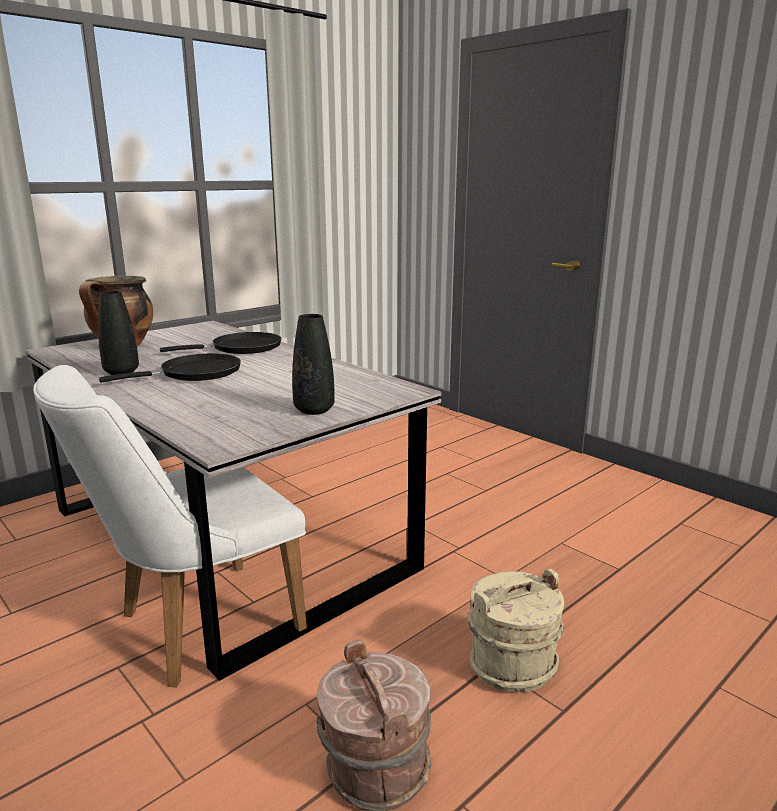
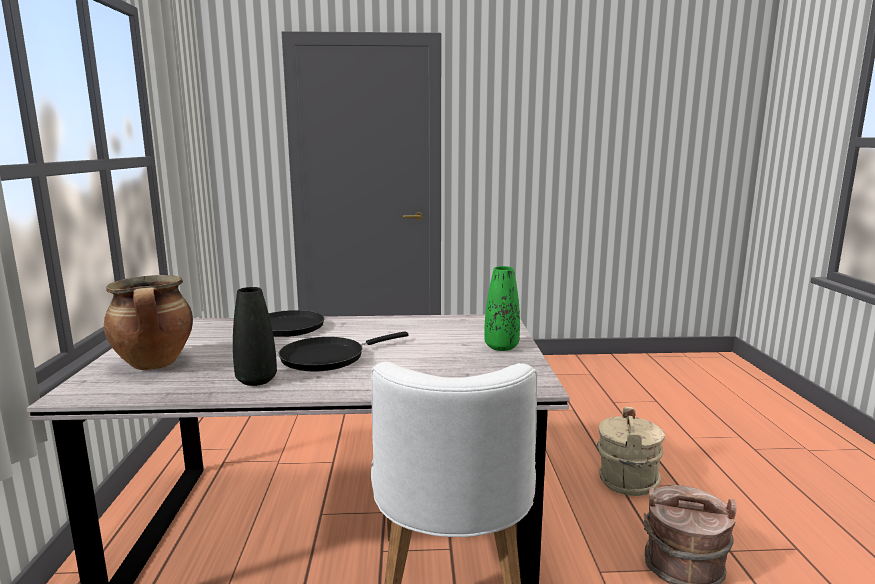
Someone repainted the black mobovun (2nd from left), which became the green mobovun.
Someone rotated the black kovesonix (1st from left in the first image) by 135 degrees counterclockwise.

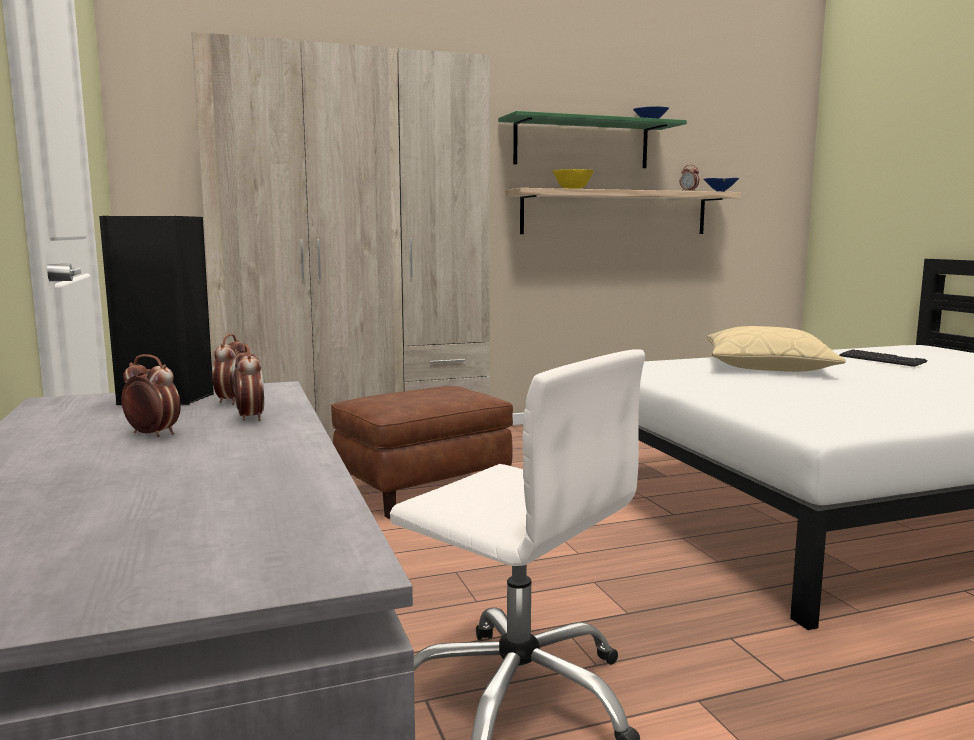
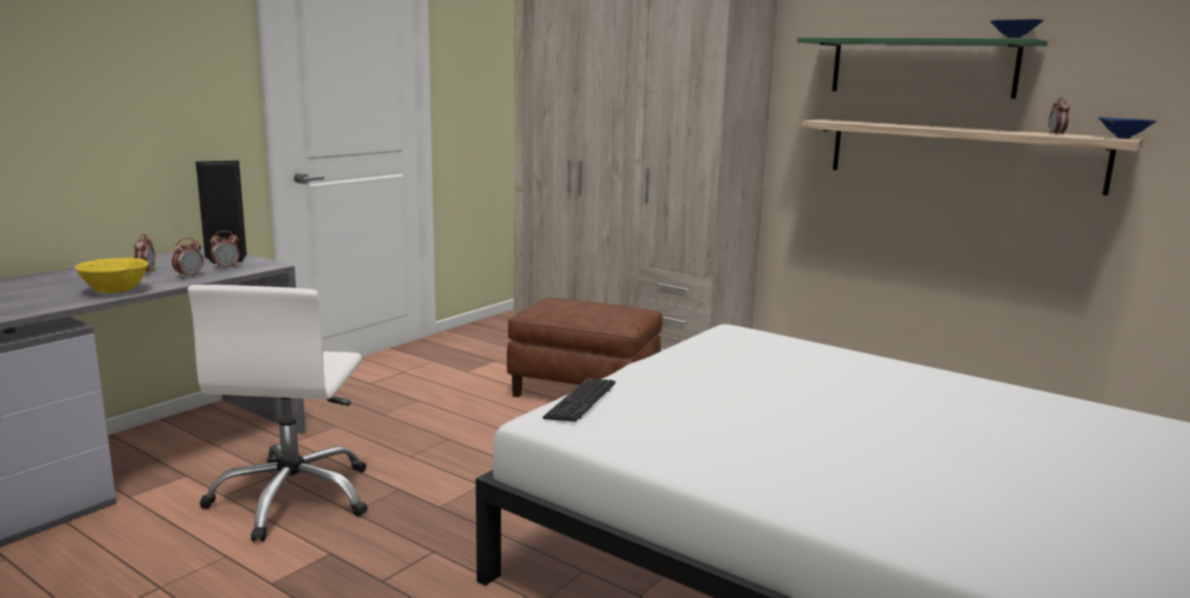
Someone carried the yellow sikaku.
Someone took away the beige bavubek.
Someone carried the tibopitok.

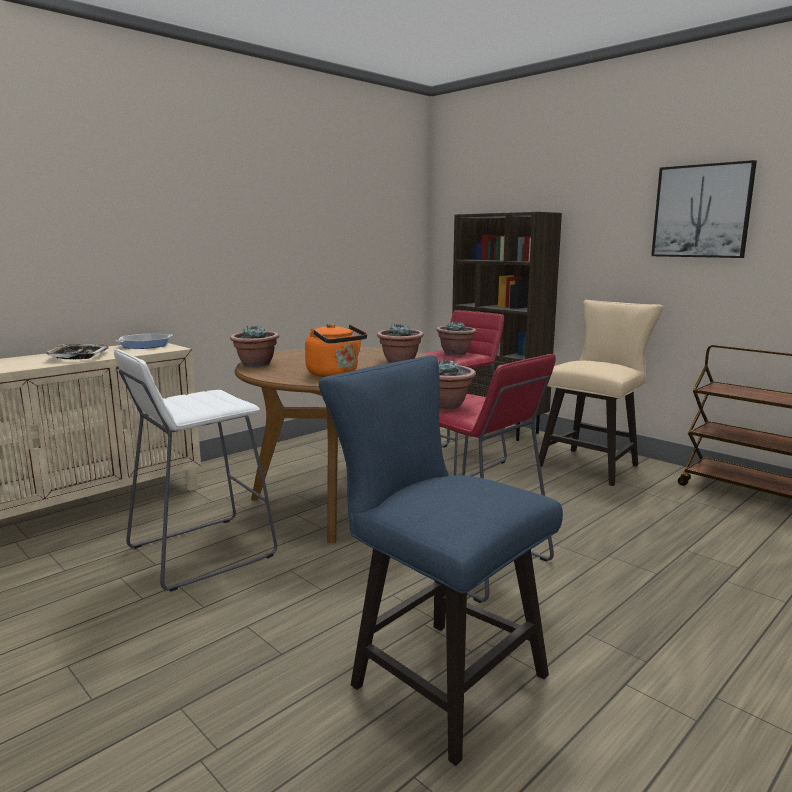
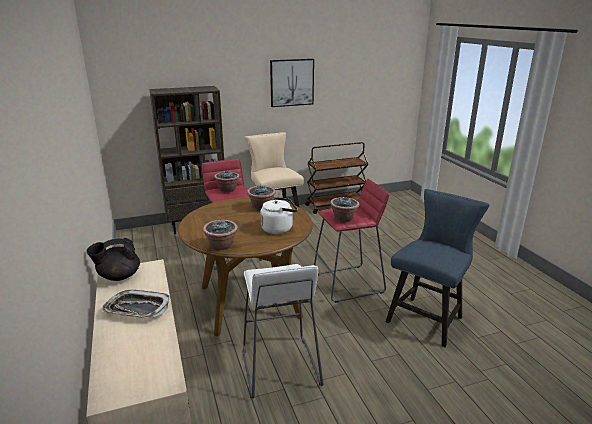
Someone repainted the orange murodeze, which became the white murodeze.
Someone swapped the kovesonix for the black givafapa.
Someone rotated the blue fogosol by 150 degrees clockwise.

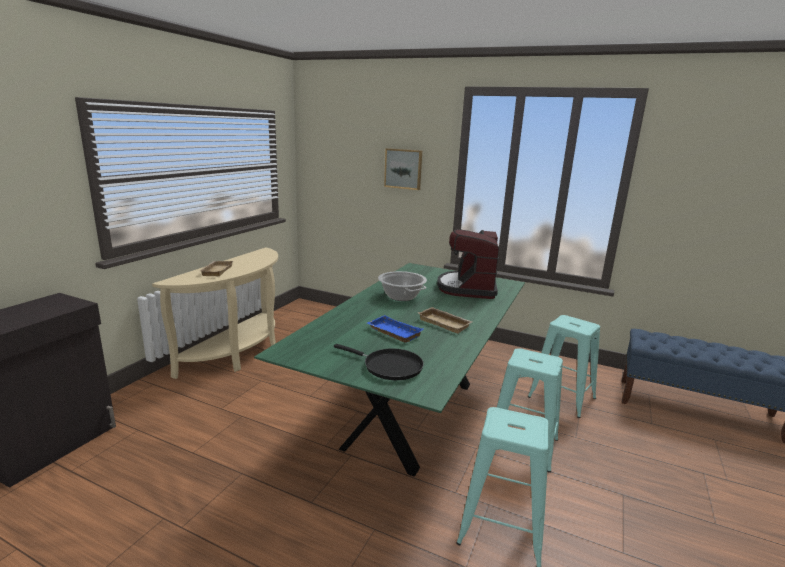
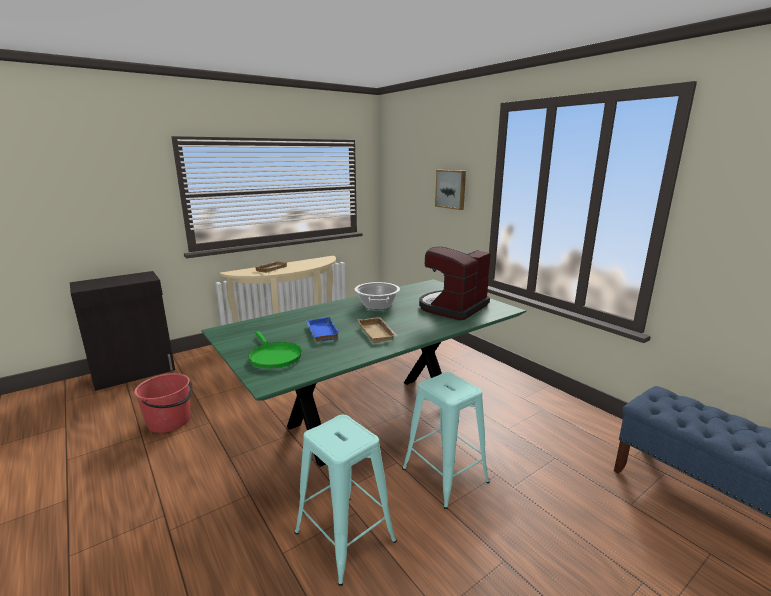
Someone took away the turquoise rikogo (3rd from left).
Someone repainted the black kovesonix, which became the green kovesonix.
Someone put down the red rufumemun.

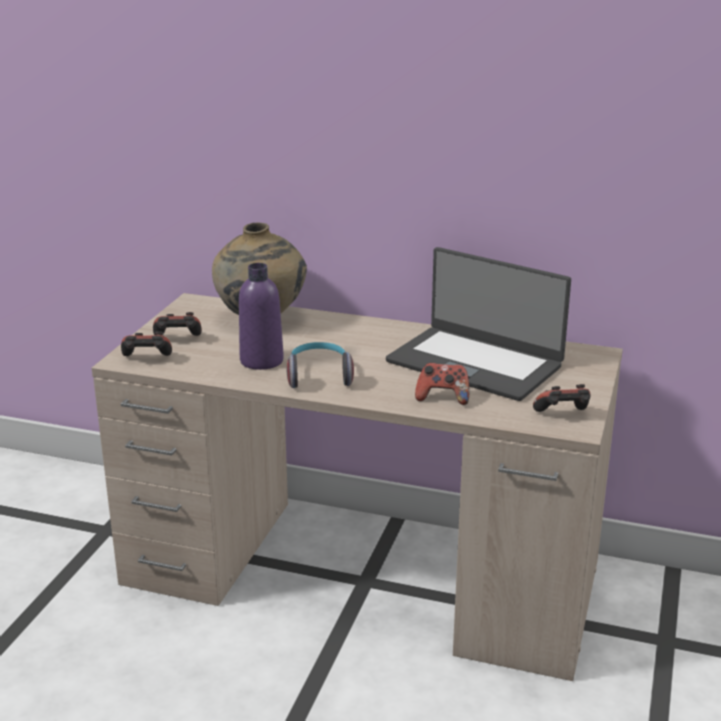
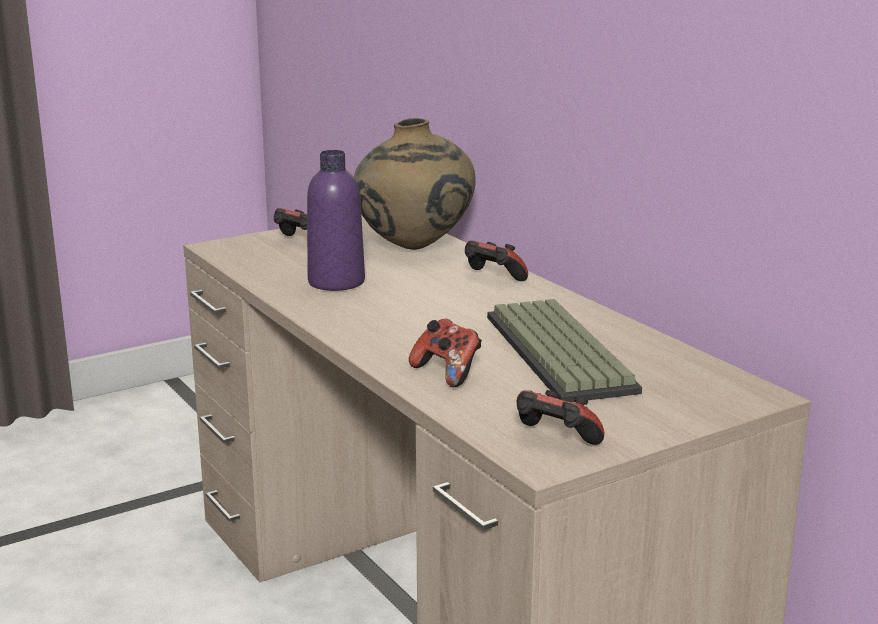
Someone swapped the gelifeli for the tibopitok.
Someone carried the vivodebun (1st from left in the first image).
Someone took away the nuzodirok.

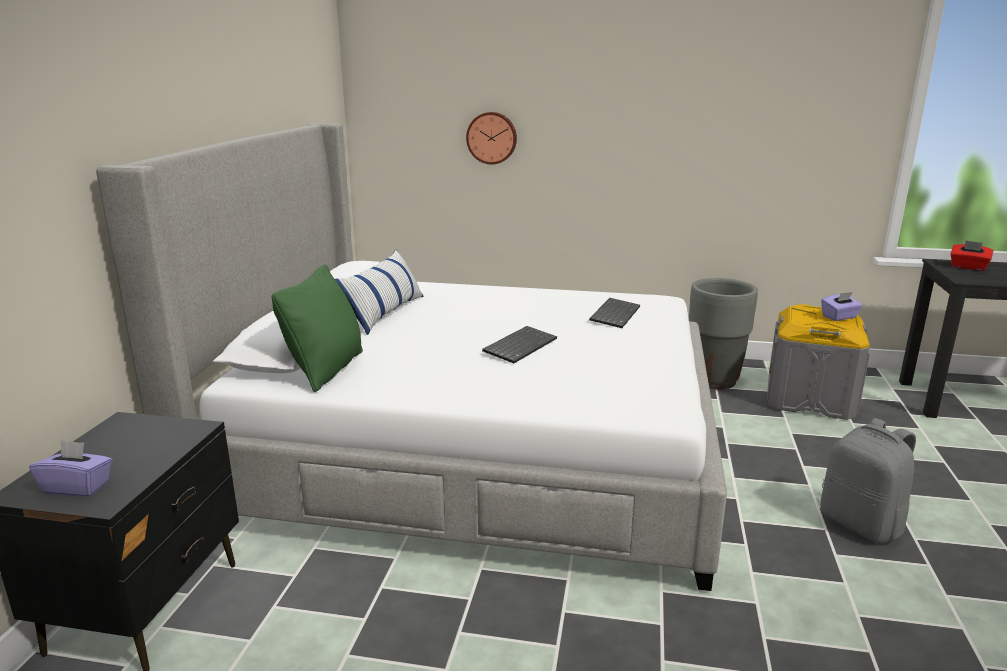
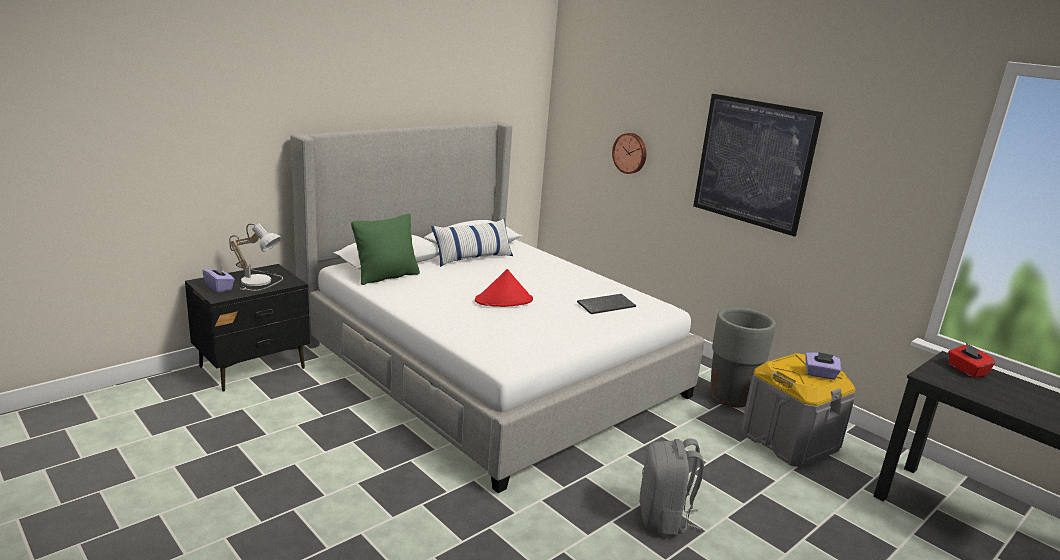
Someone swapped the tibopitok (1st from left) for the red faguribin.
Someone put up the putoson.
Someone put down the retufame.

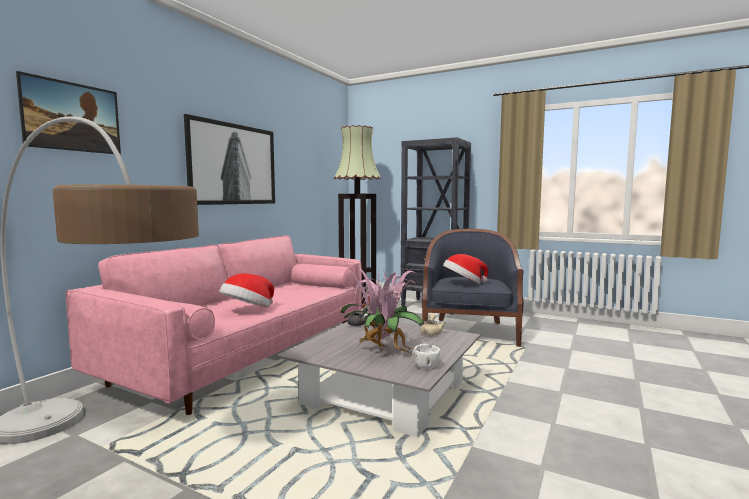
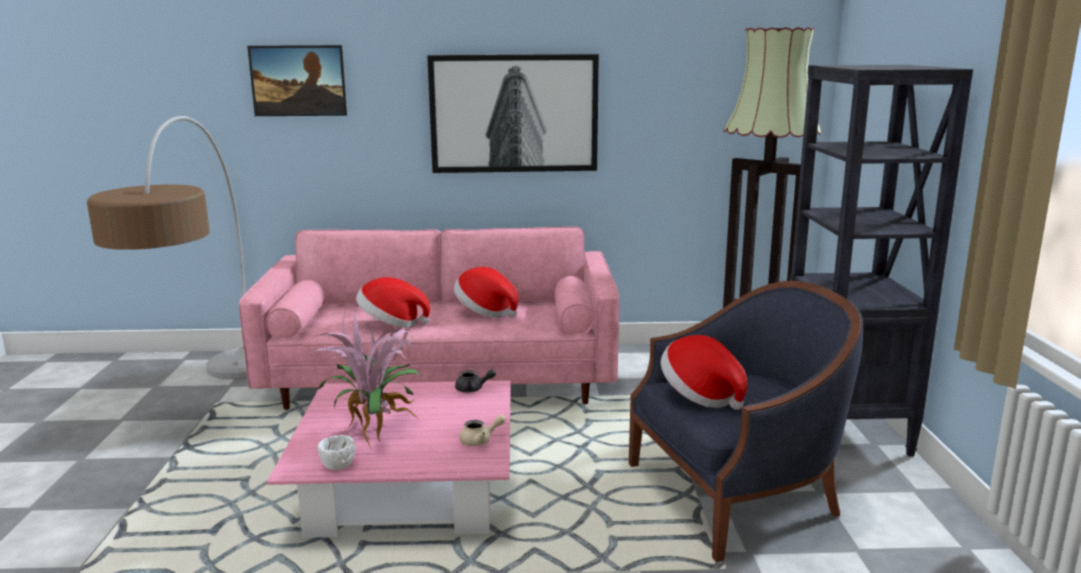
Someone repainted the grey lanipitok, which became the pink lanipitok.
Someone put down the faguribin (2nd from left).

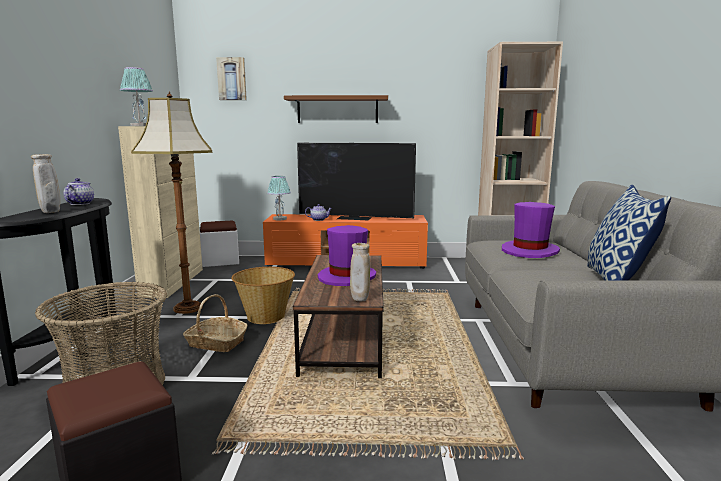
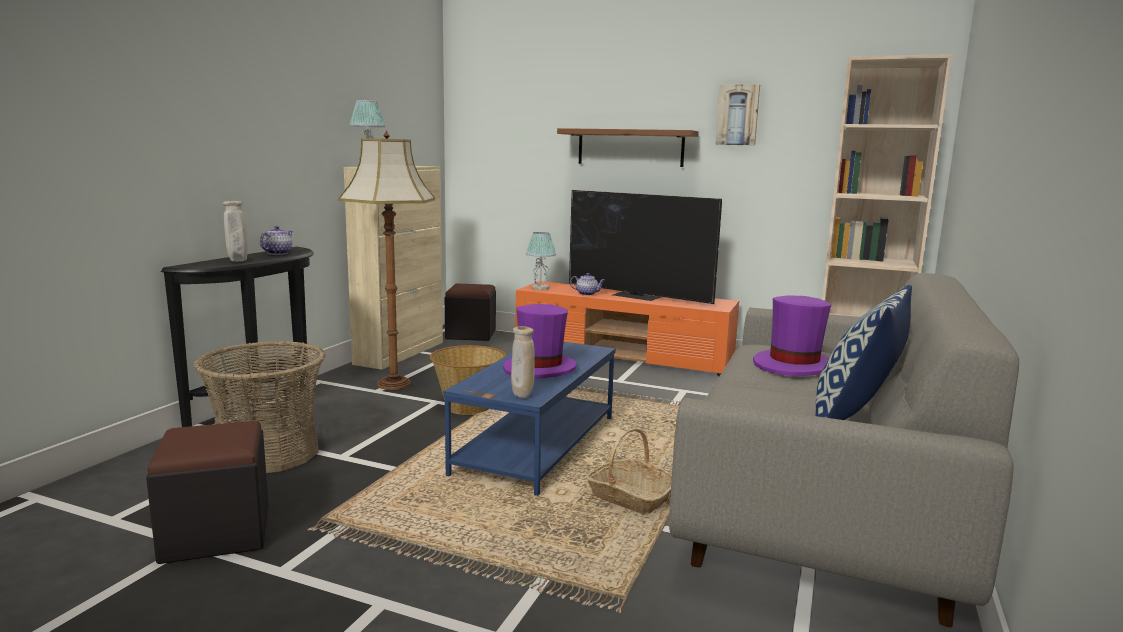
Someone carried the putoson.
Someone repainted the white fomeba, which became the black fomeba (2nd from left).
Someone repainted the brown lanipitok, which became the blue lanipitok.
Someone carried the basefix (2nd from left in the first image).

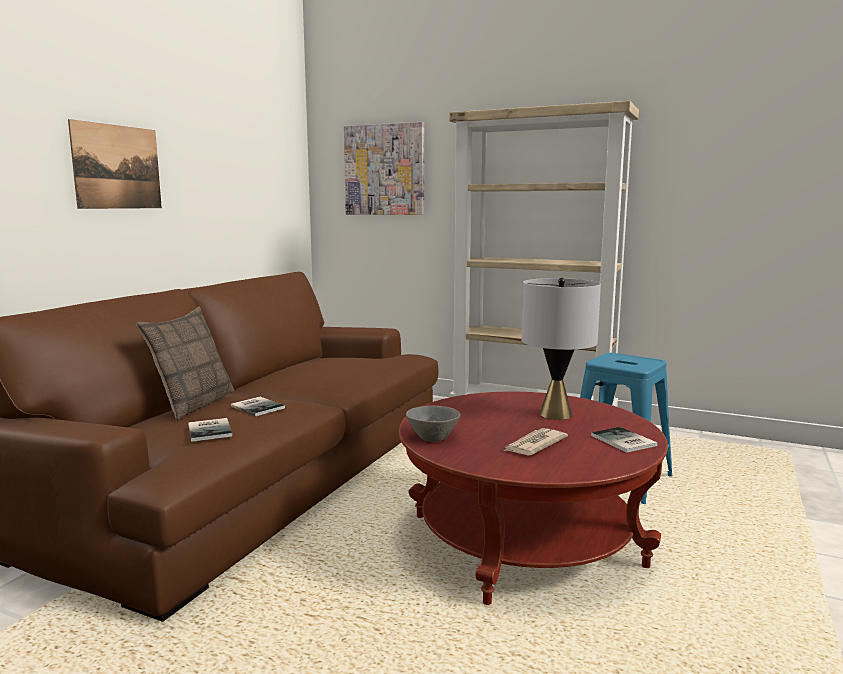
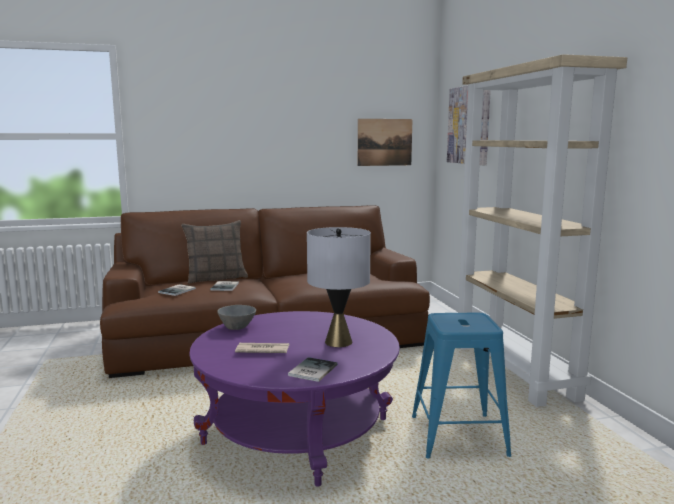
Someone carried the putoson (1st from left).
Someone repainted the red lanipitok, which became the purple lanipitok.

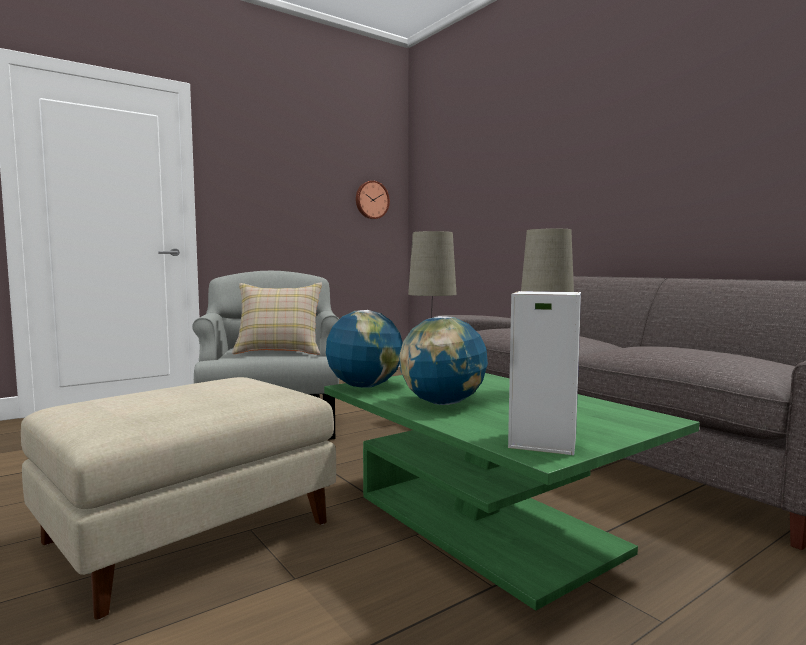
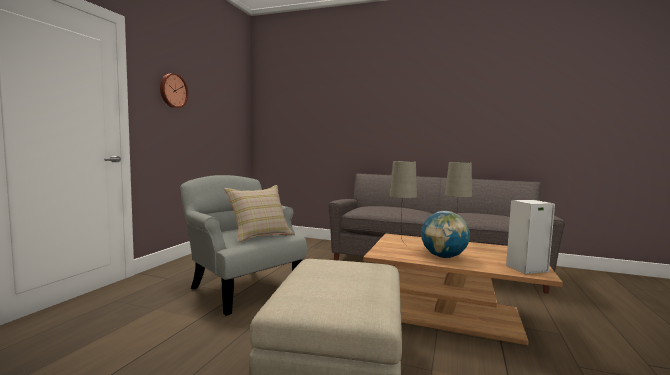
Someone carried the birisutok.
Someone took away the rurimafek (1st from left).
Someone repainted the green lanipitok, which became the brown lanipitok.

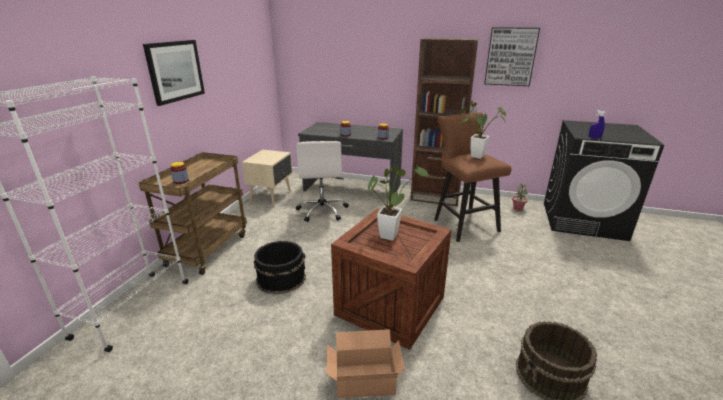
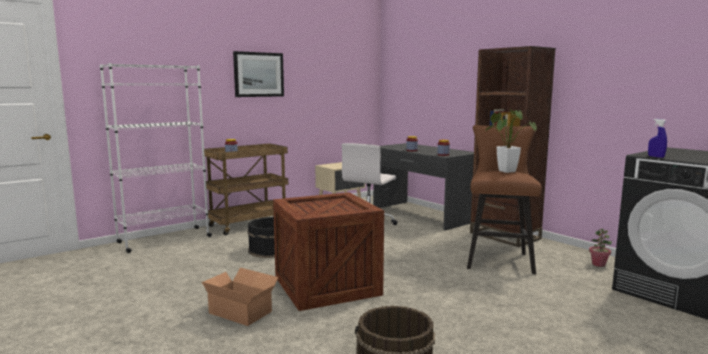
Someone took away the putoson (2nd from left).
Someone took away the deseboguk (1st from left).

